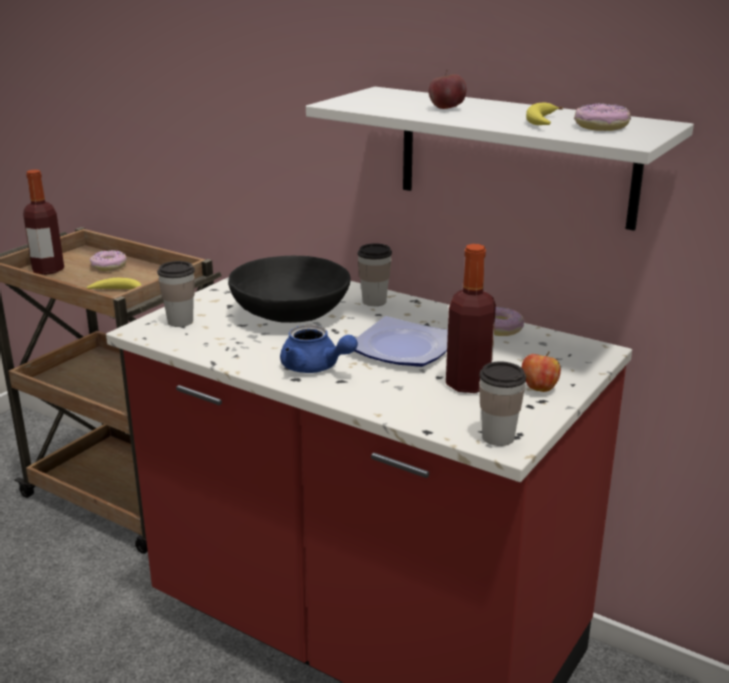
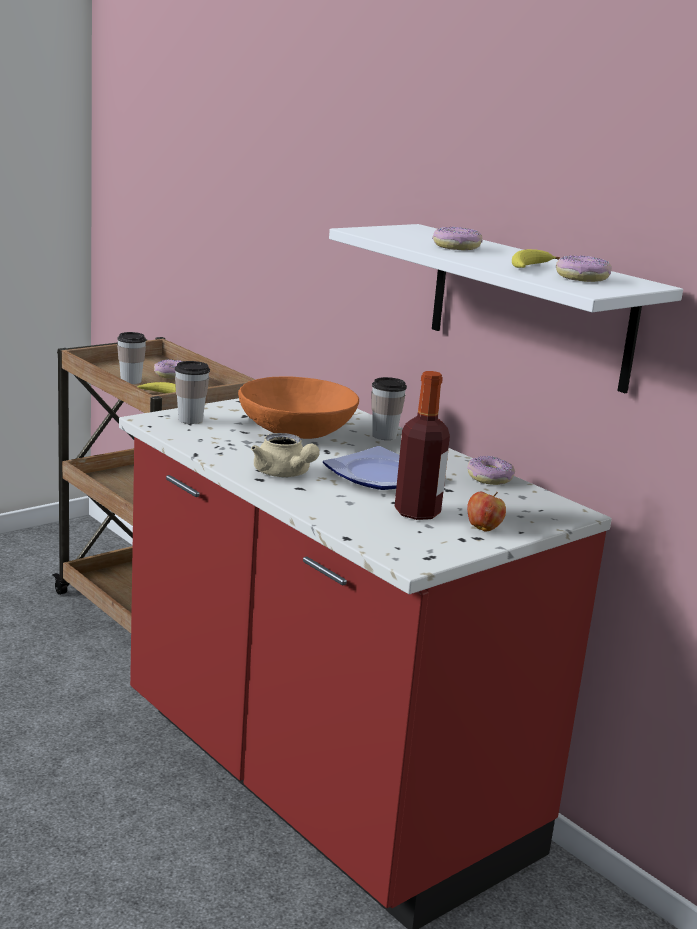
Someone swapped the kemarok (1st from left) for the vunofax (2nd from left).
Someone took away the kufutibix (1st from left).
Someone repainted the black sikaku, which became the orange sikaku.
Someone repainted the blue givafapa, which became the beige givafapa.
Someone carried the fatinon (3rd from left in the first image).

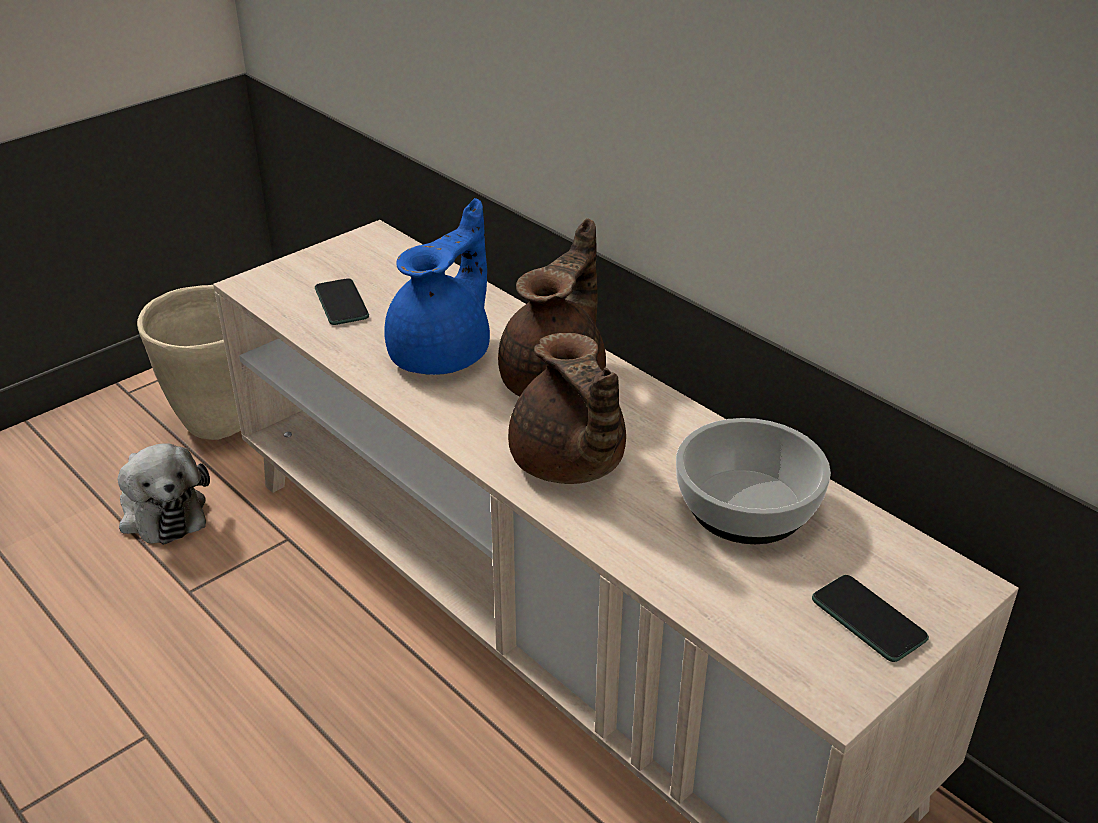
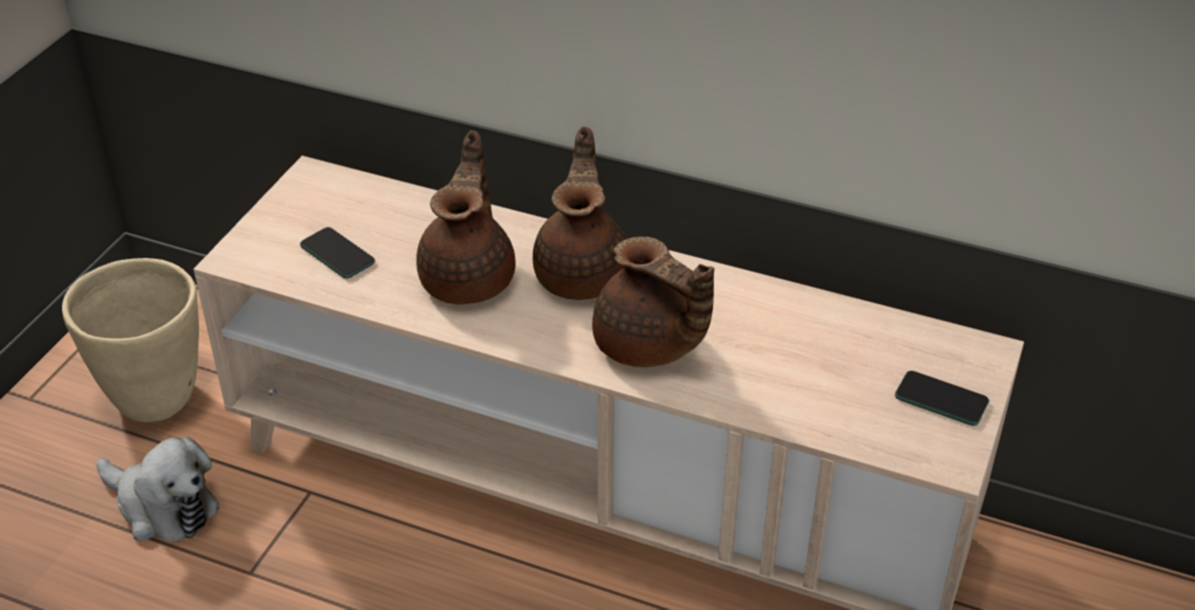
Someone repainted the blue givafapa, which became the brown givafapa (1st from left).
Someone took away the sikaku.

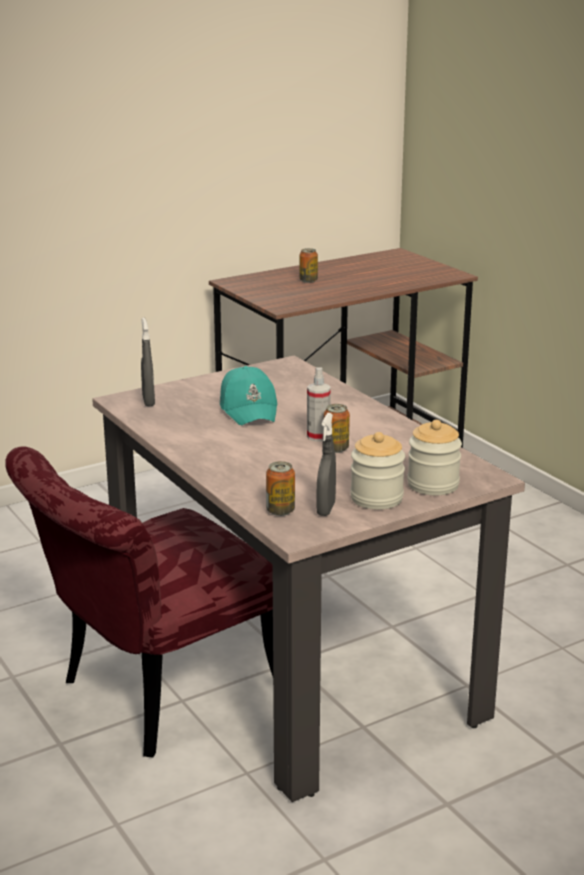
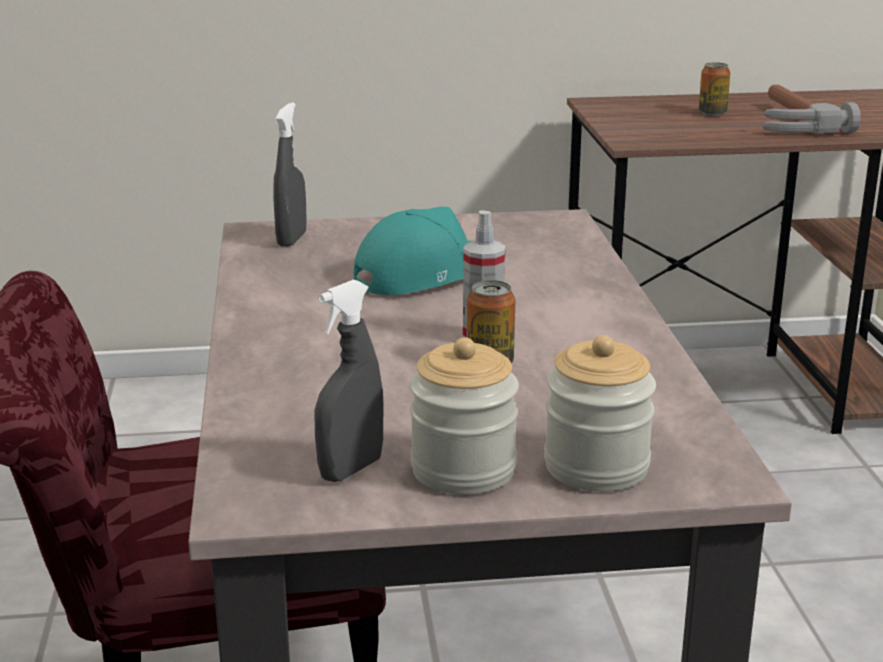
Someone rotated the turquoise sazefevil by 135 degrees counterclockwise.
Someone took away the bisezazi (1st from left).
Someone put down the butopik.

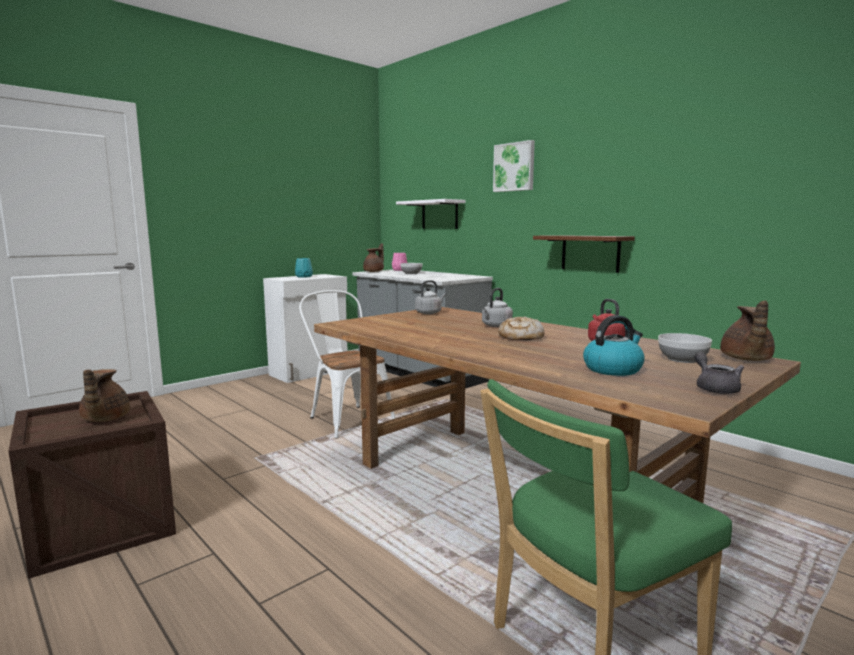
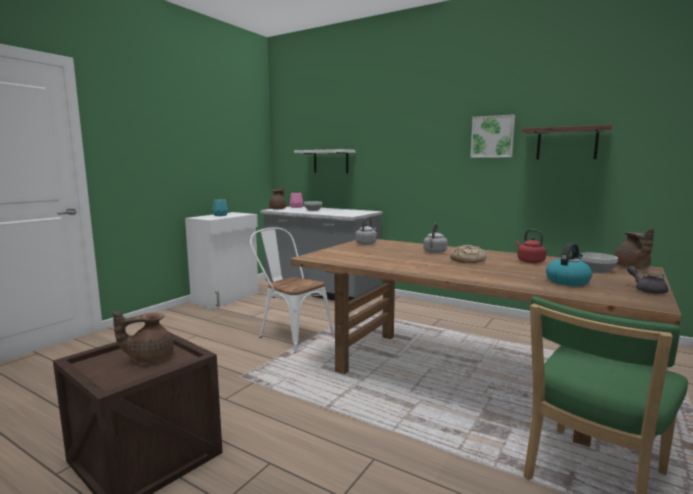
Someone carried the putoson.
Someone carried the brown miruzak.
Someone rotated the brown givafapa (1st from left) by 90 degrees clockwise.

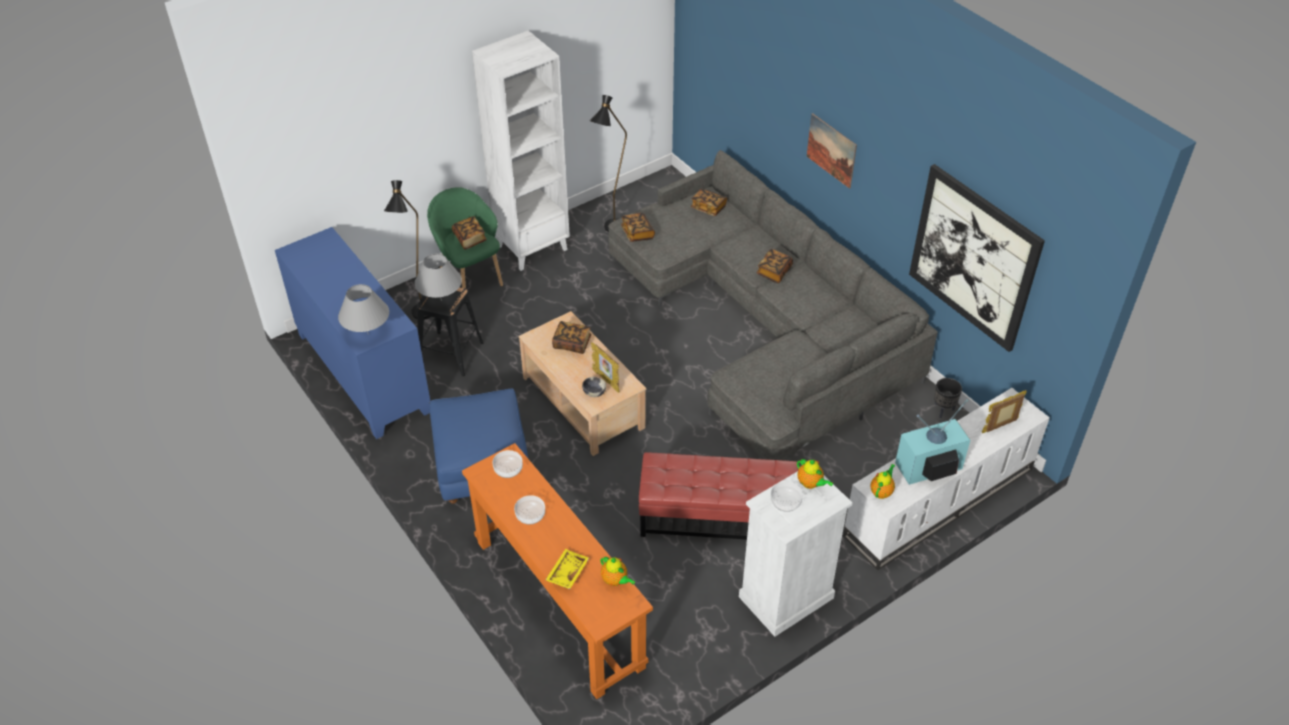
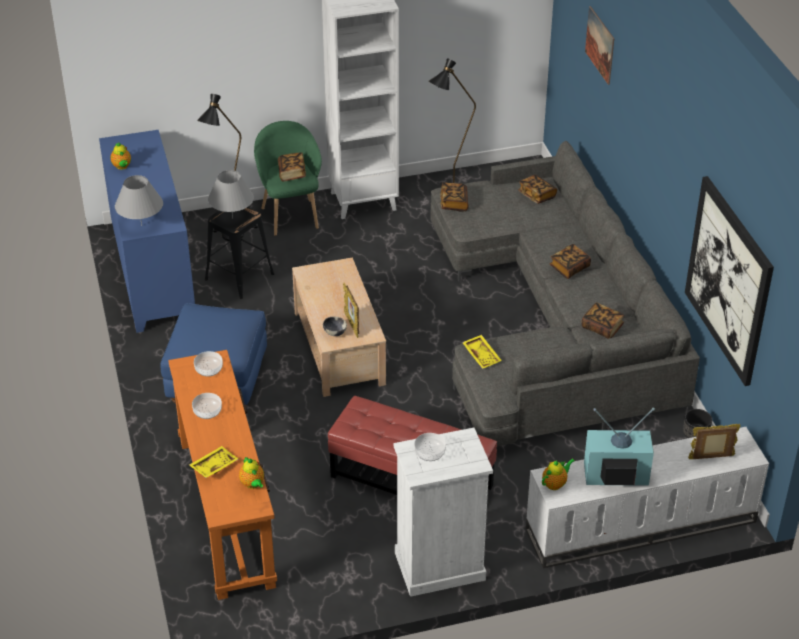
Someone carried the putoson (1st from left).
Someone carried the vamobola (2nd from left in the first image).
Someone carried the givafapa (2nd from left in the first image).
Someone put down the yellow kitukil (2nd from left).

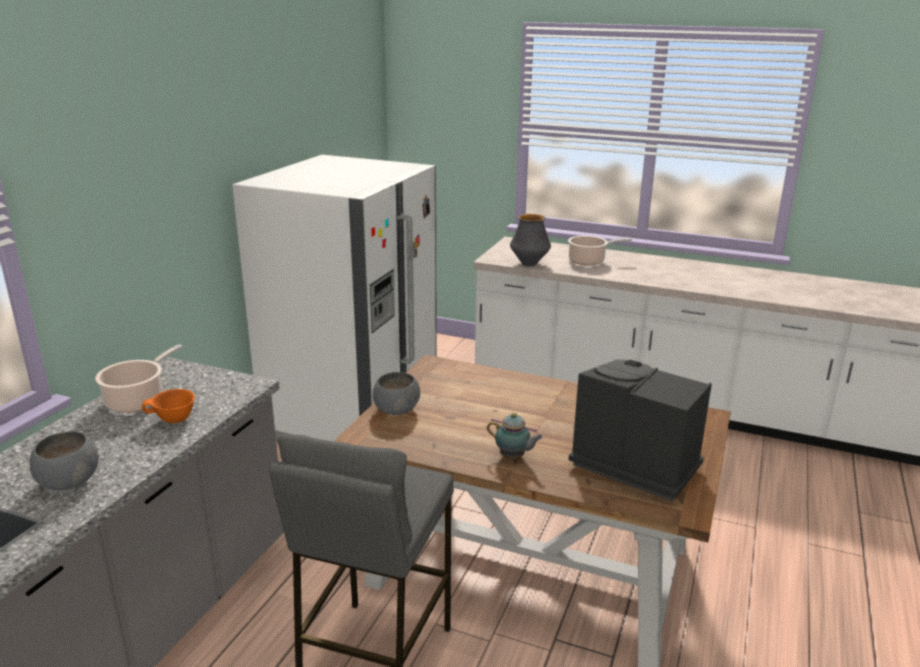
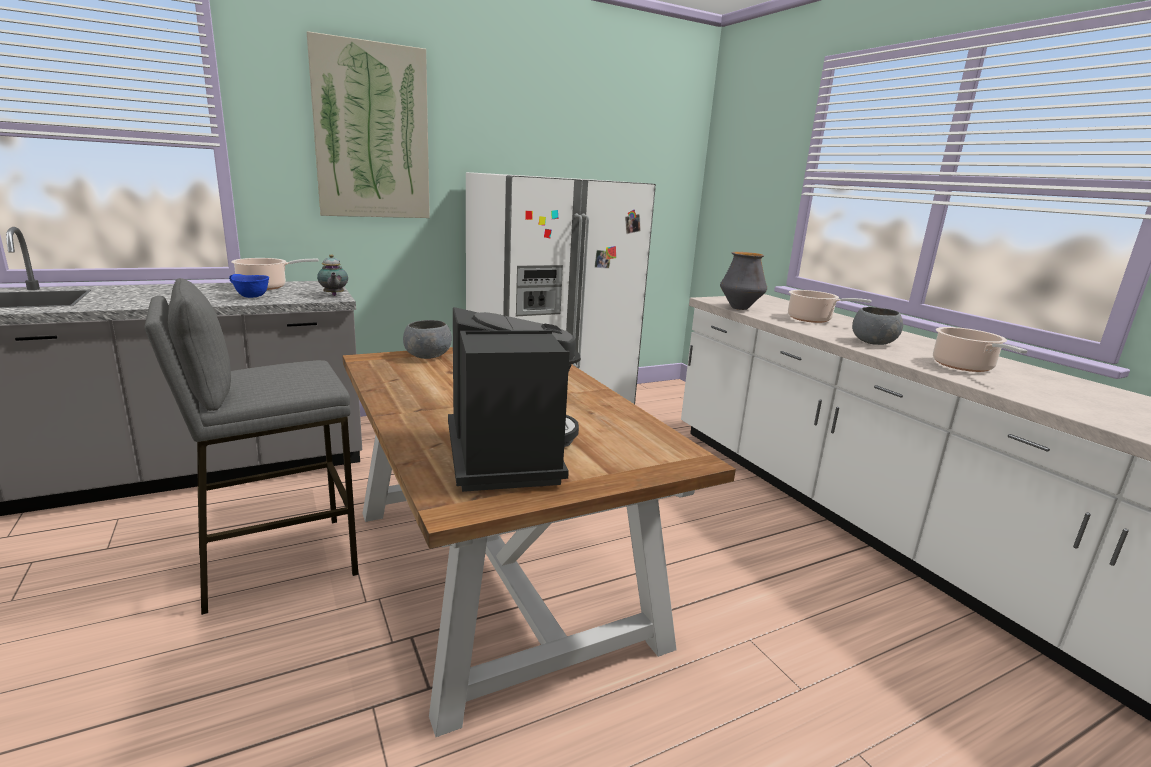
Someone repainted the orange sikaku, which became the blue sikaku.
Someone carried the givafapa.
Someone carried the grey sikaku (1st from left in the first image).
Someone put up the putoson.
Someone put down the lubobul (3rd from left).

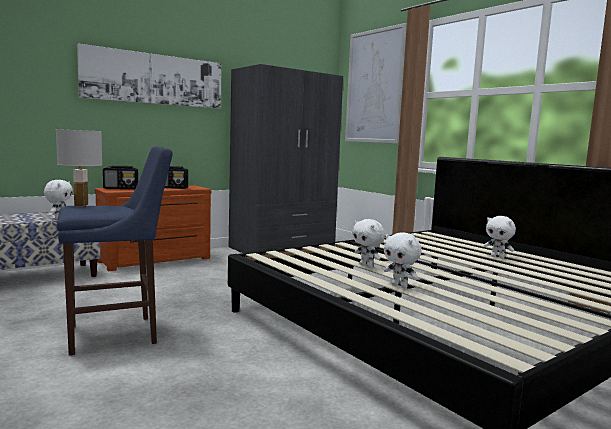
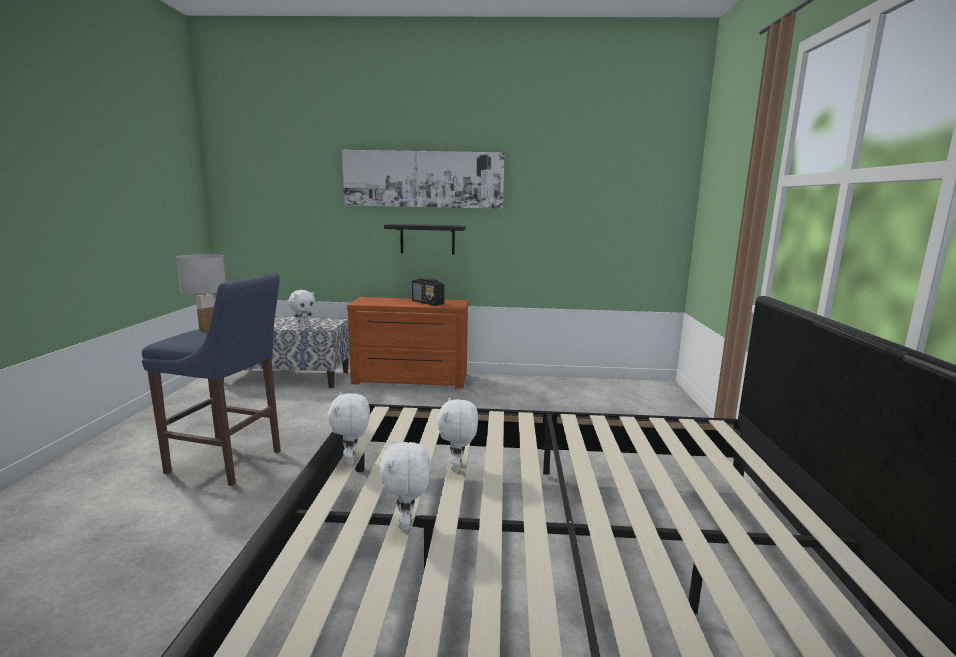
Someone took away the putoson (2nd from left).
Someone took away the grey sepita.
Someone took away the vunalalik (1st from left).
Someone carried the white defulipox (4th from left in the first image).
Someone put up the black miruzak.

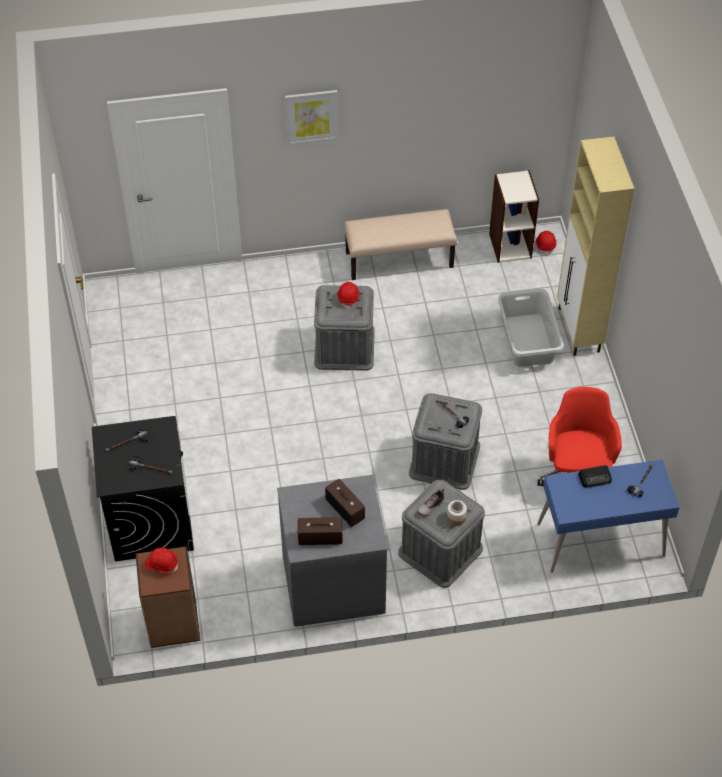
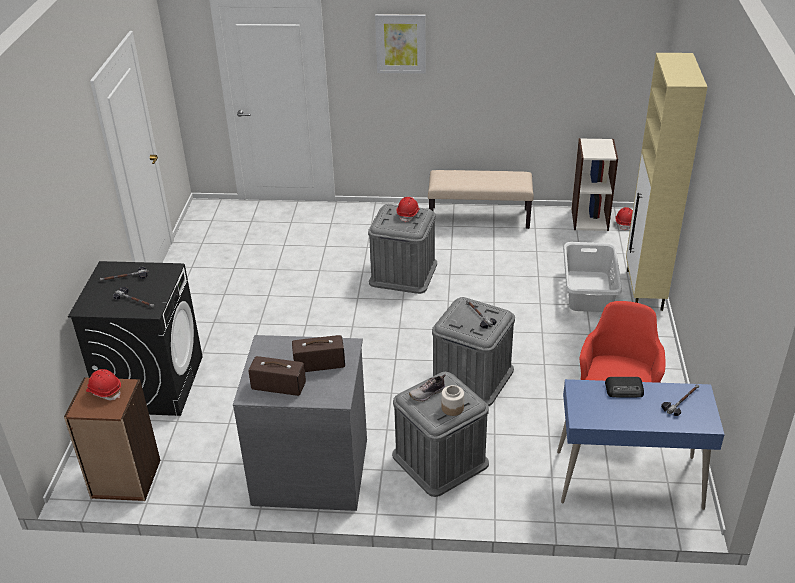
Someone rotated the vunalalik (2nd from left) by 105 degrees clockwise.

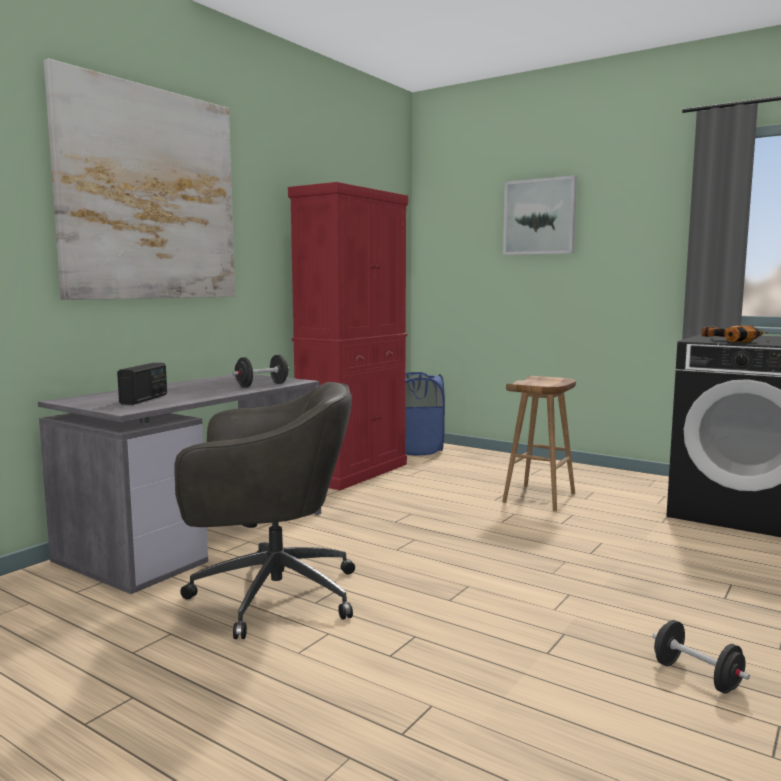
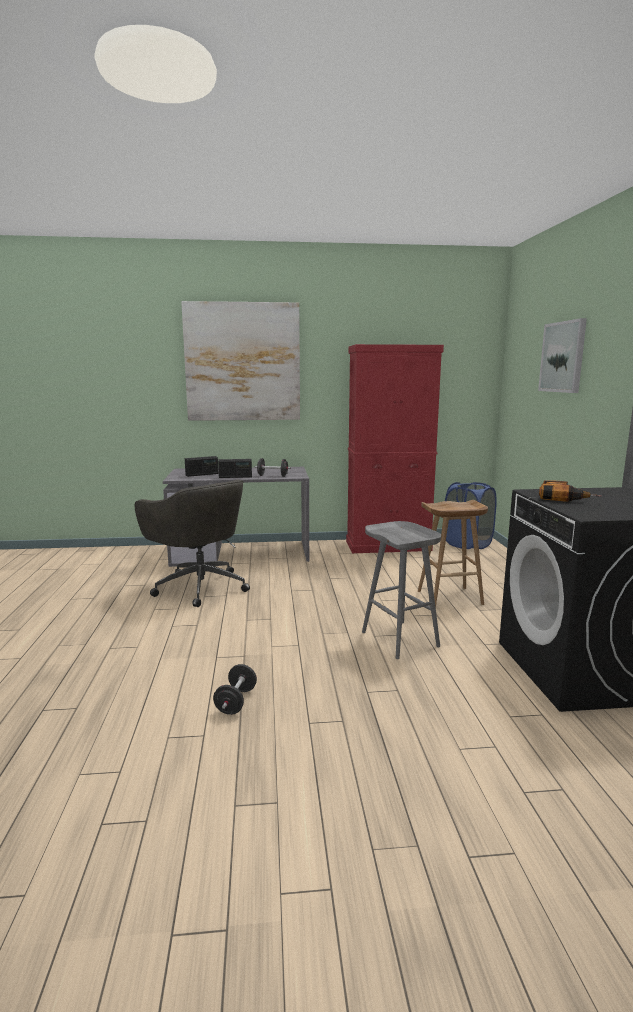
Someone put down the vunalalik (2nd from left).
Someone put down the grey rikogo.

